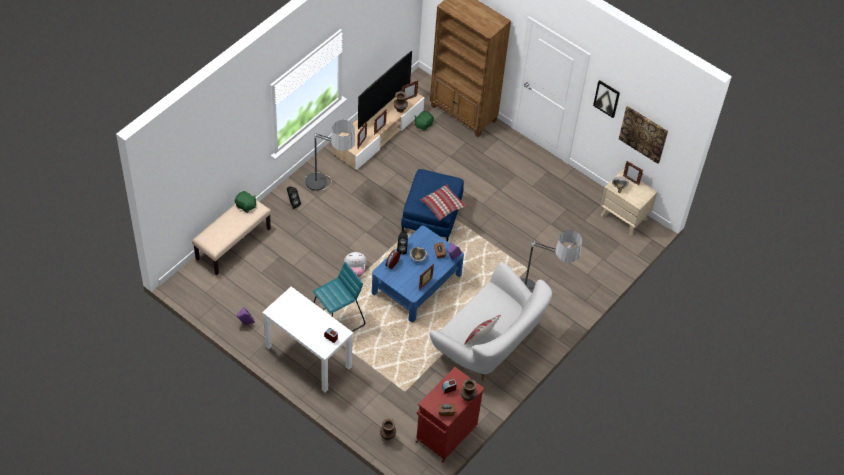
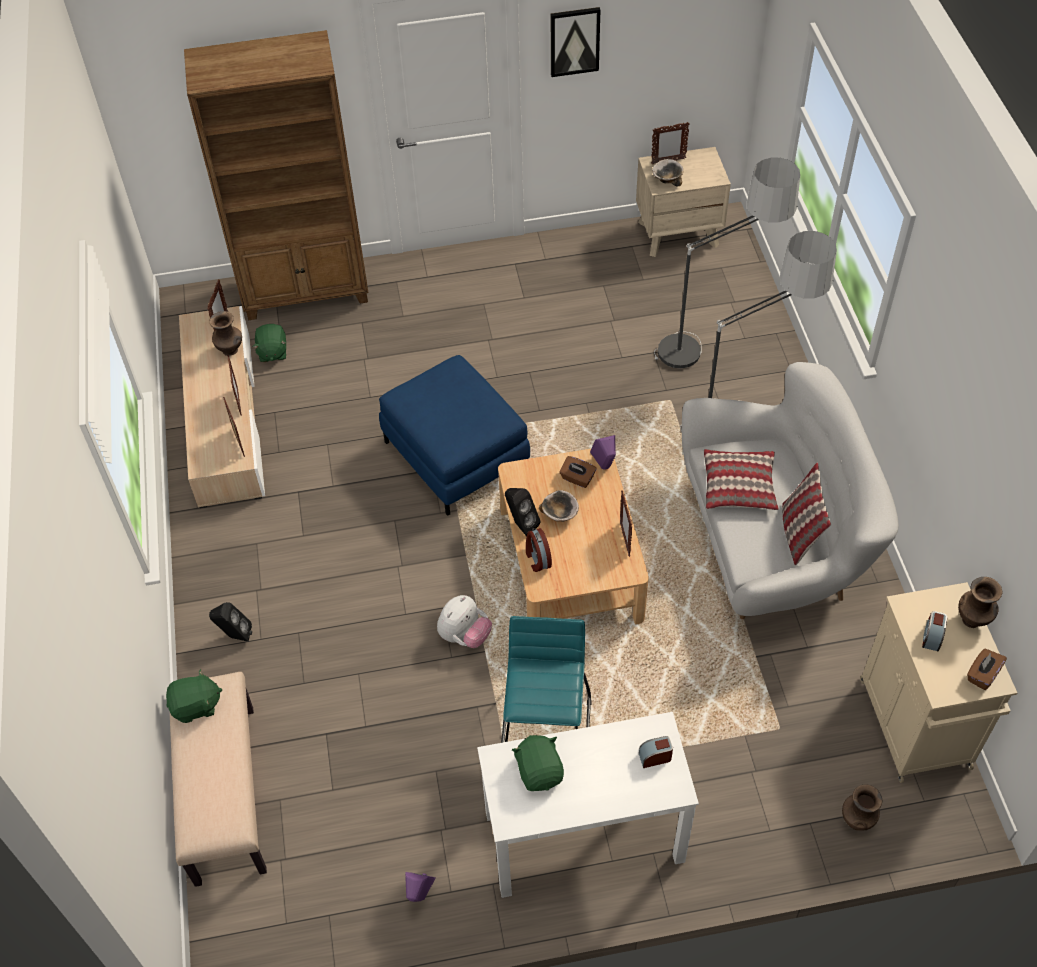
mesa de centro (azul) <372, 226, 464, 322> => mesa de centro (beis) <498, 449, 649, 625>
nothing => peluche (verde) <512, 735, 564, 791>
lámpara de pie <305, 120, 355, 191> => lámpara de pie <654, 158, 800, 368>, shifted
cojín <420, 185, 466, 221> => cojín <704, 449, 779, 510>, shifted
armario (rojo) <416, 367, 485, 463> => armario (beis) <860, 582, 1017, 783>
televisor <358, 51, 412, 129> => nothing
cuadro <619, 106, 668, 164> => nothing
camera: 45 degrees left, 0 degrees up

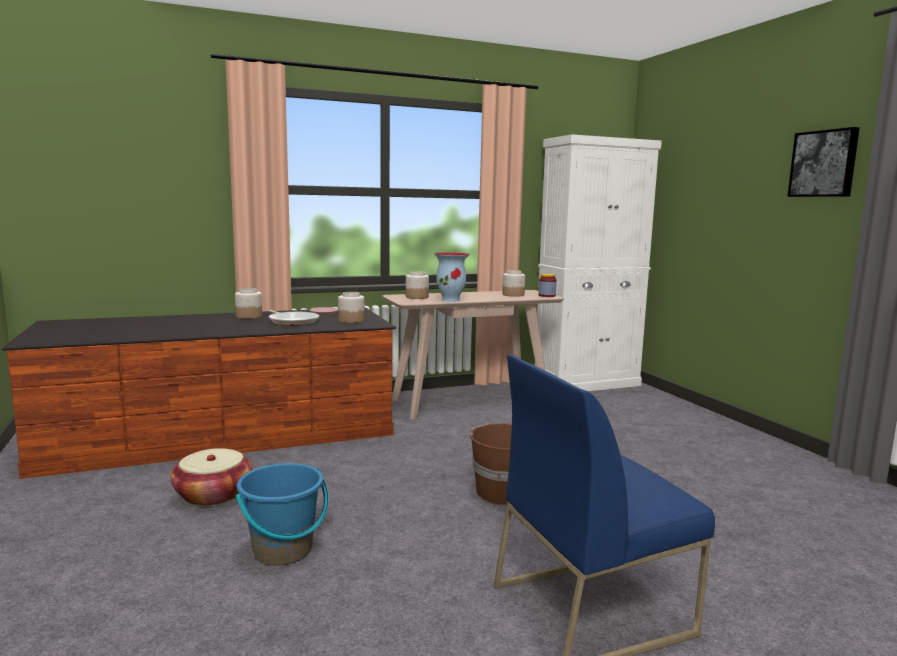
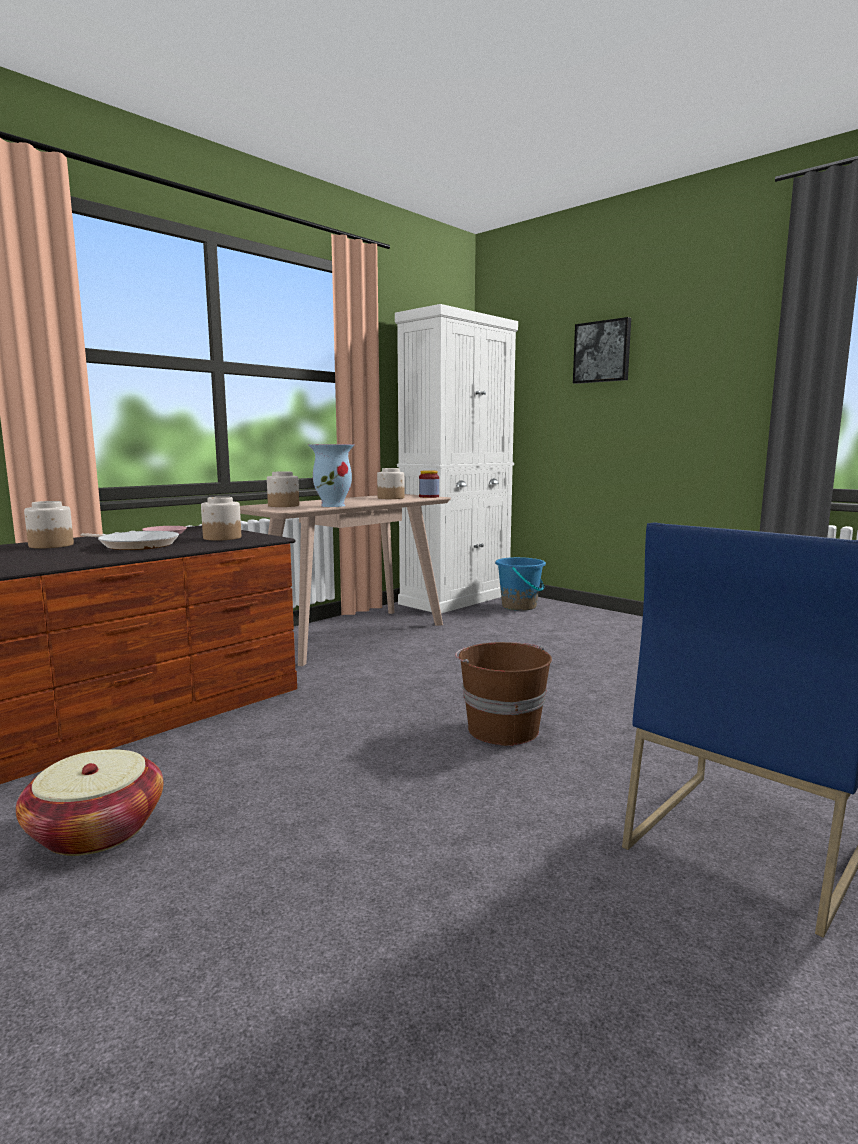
cubo (azul) <236, 463, 329, 566> => cubo (azul) <495, 557, 546, 611>, shifted
cuadro <787, 127, 860, 197> => cuadro <573, 317, 631, 384>, shifted
camera: 25 degrees left, 0 degrees up

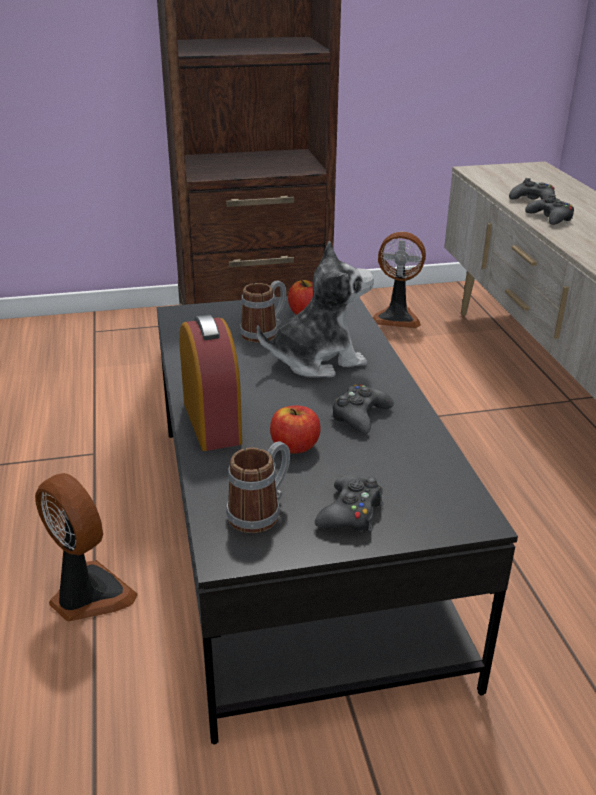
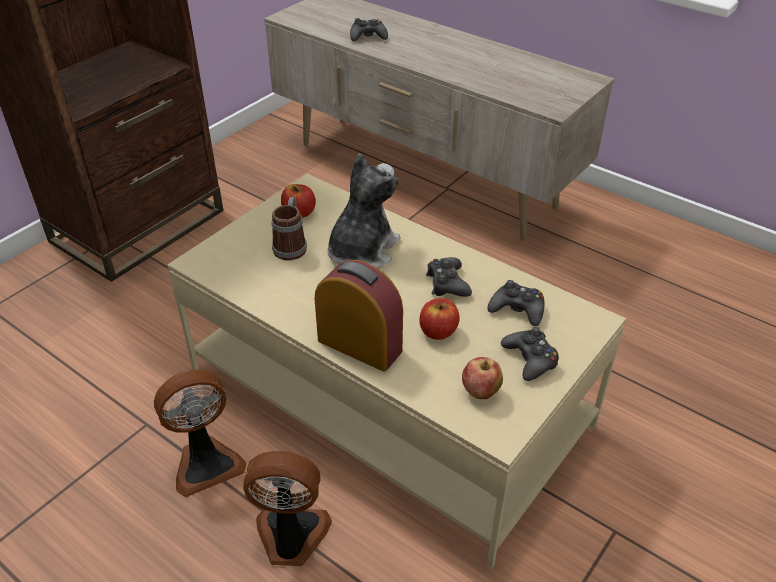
ventilador <373, 232, 426, 328> => ventilador <154, 370, 246, 497>, shifted
mesa de centro (negro) <157, 296, 518, 744> => mesa de centro (beis) <167, 174, 626, 569>
taza grande <226, 441, 290, 533> => manzana <462, 357, 503, 399>
mando de consola (negro) <525, 194, 574, 225> => mando de consola (negro) <487, 280, 545, 326>, shifted
camera: 40 degrees left, 10 degrees up

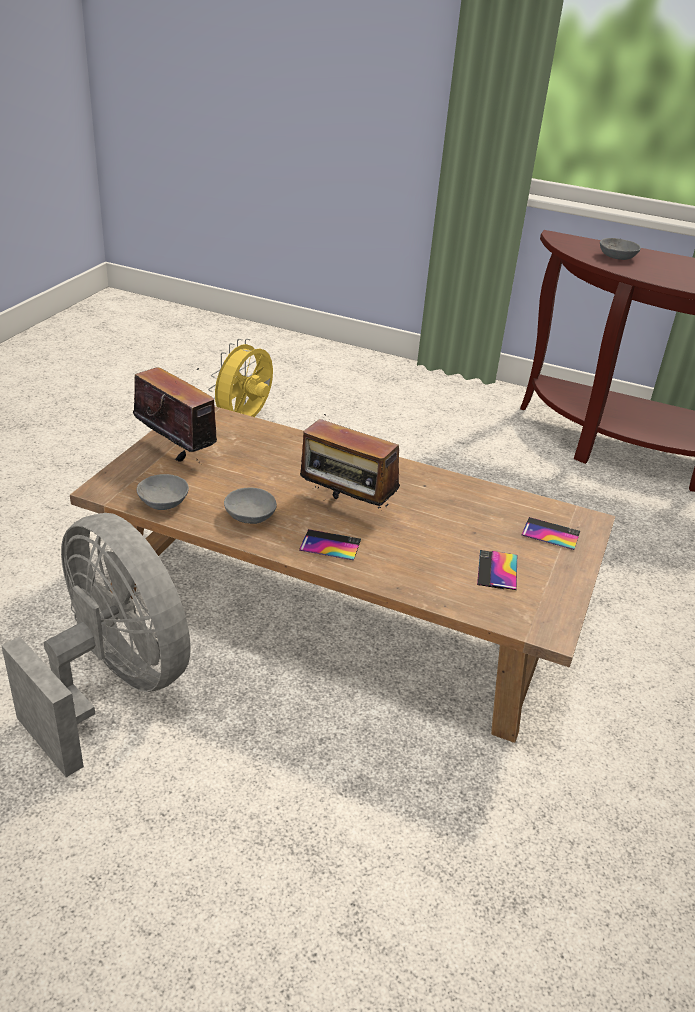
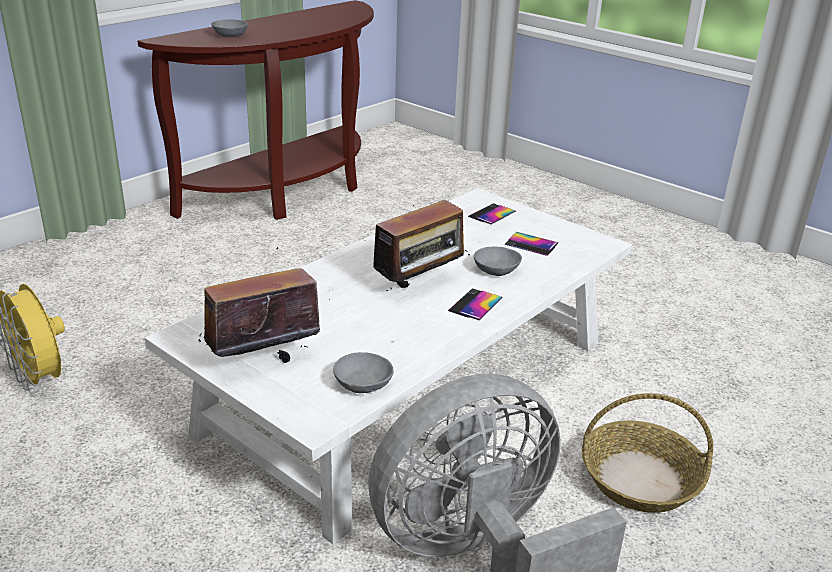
mesa de centro (marrón) <70, 406, 615, 743> => mesa de centro (blanco) <144, 188, 632, 544>
cuenco (gris) <224, 487, 277, 524> => cuenco (gris) <474, 247, 522, 276>, shifted
nothing => cesta <582, 393, 713, 513>
camera: 70 degrees left, 5 degrees down

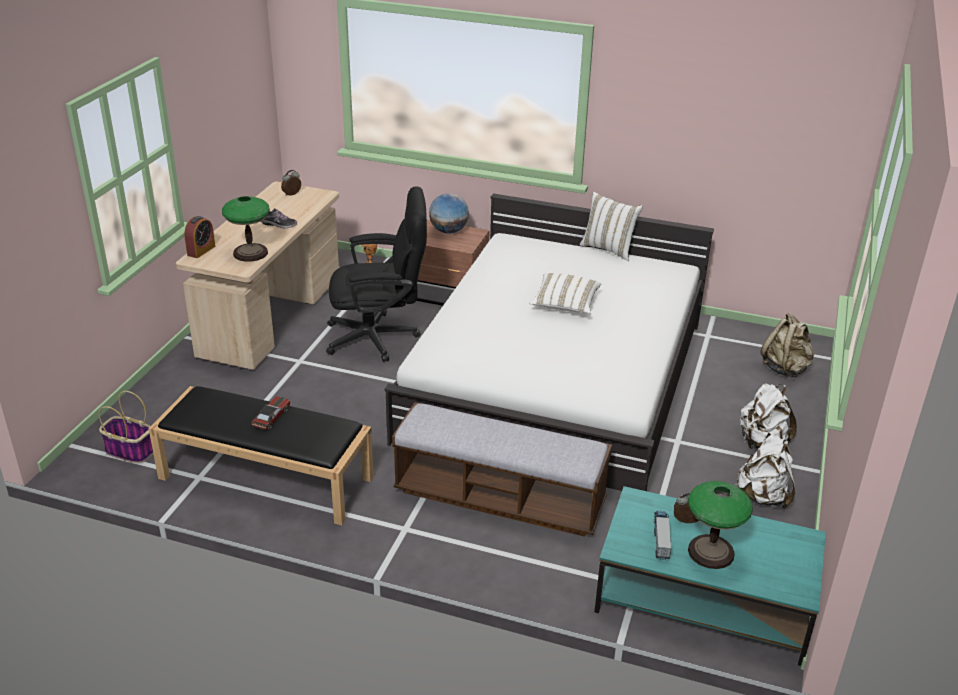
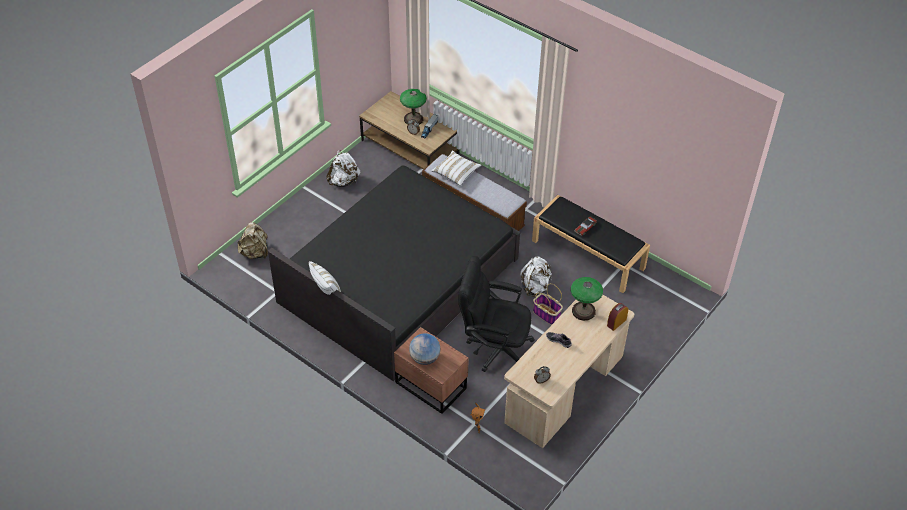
cama (blanco) <385, 193, 714, 491> => cama (negro) <268, 165, 521, 381>
mesa de centro (turquesa) <594, 486, 826, 666> => mesa de centro (marrón) <359, 91, 459, 170>
cojín (blanco) <529, 273, 601, 314> => cojín (blanco) <431, 150, 482, 186>, shifted
mochila (blanco) <740, 383, 797, 449> => mochila (blanco) <520, 256, 552, 297>, shifted
cesta <99, 391, 153, 463> => cesta <533, 283, 563, 325>, shifted
camera: 160 degrees left, 15 degrees up

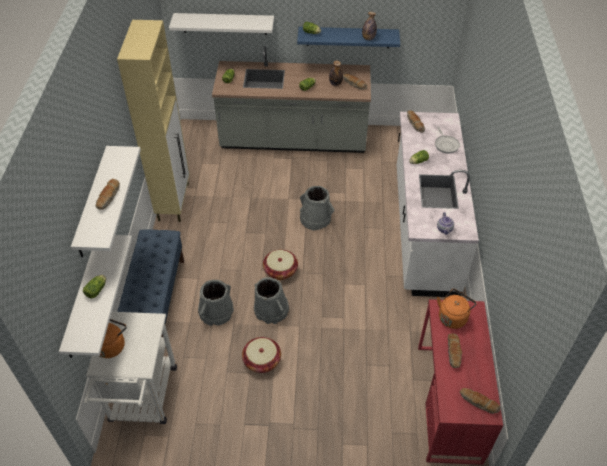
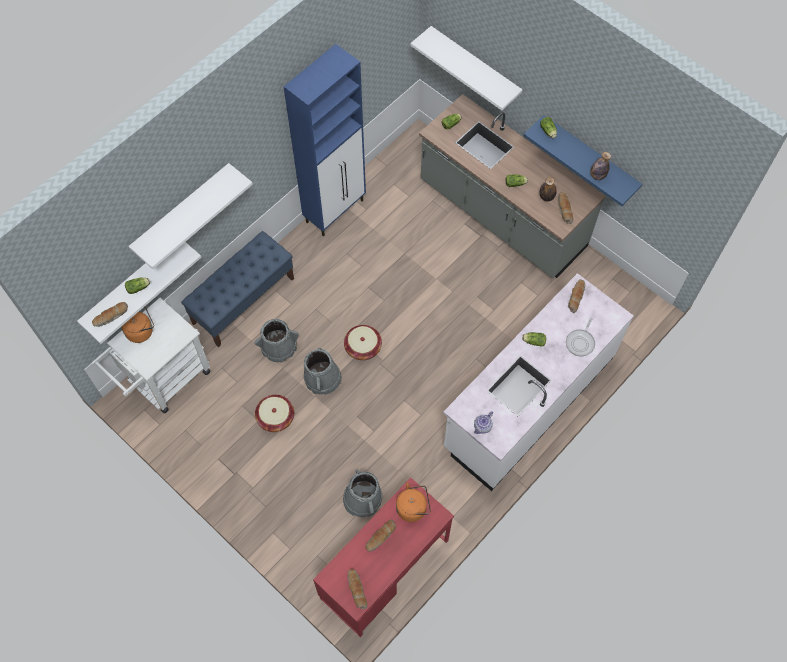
pan <96, 179, 120, 210> => pan <92, 302, 128, 327>, shifted
armario (beis) <117, 20, 190, 222> => armario (azul) <283, 44, 366, 236>
cubo (gris) <300, 186, 334, 231> => cubo (gris) <343, 469, 382, 518>, shifted
camera: 40 degrees right, 15 degrees up

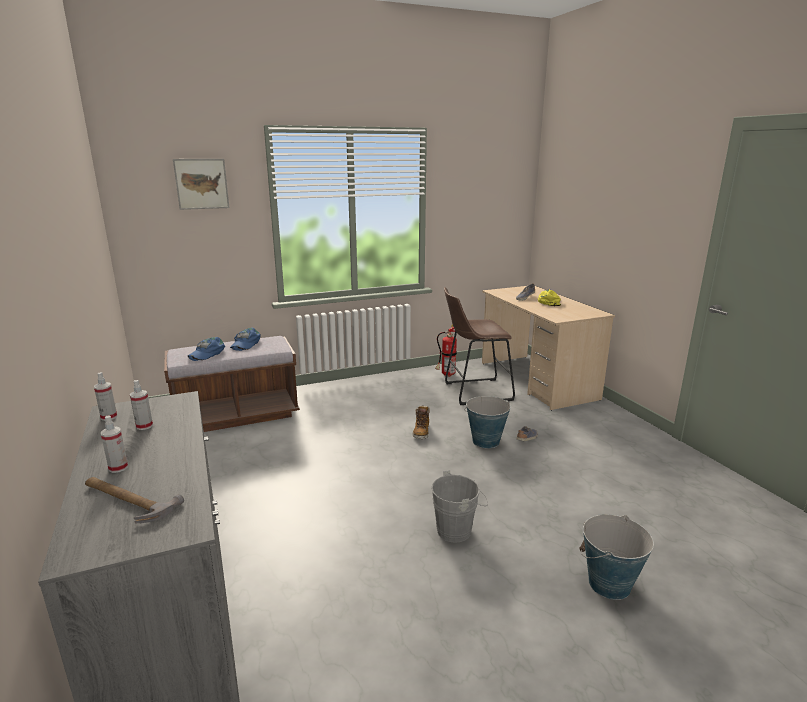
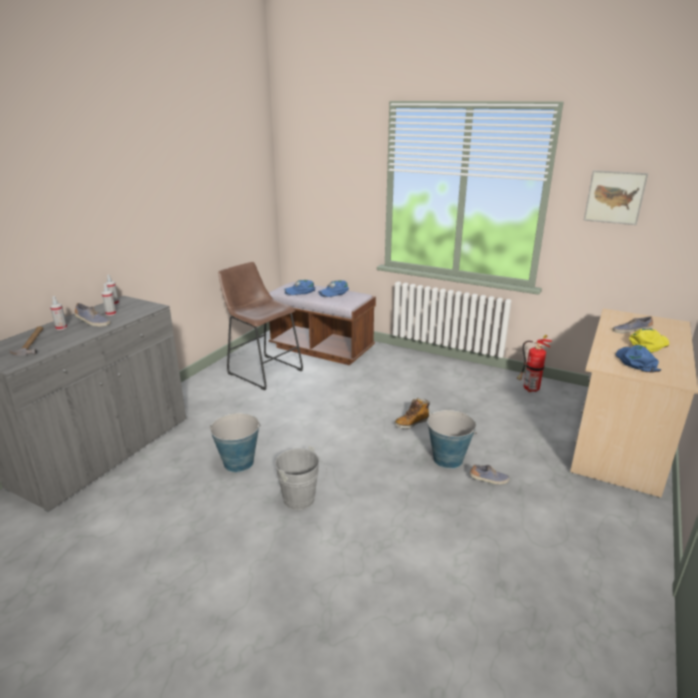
nothing => zapato <74, 303, 111, 327>
cubo <579, 514, 654, 600> => cubo <210, 413, 260, 472>, shifted
taburete (marrón) <444, 287, 515, 405> => taburete (marrón) <218, 262, 303, 391>, shifted
cuadro <173, 159, 230, 210> => cuadro <584, 170, 648, 225>, shifted
nothing => gorra (azul) <616, 345, 661, 373>
camera: 50 degrees right, 5 degrees up

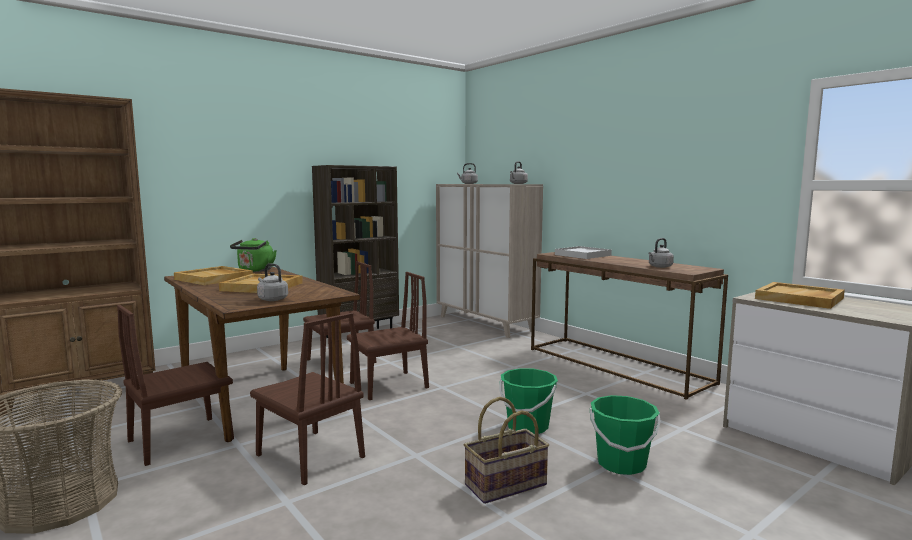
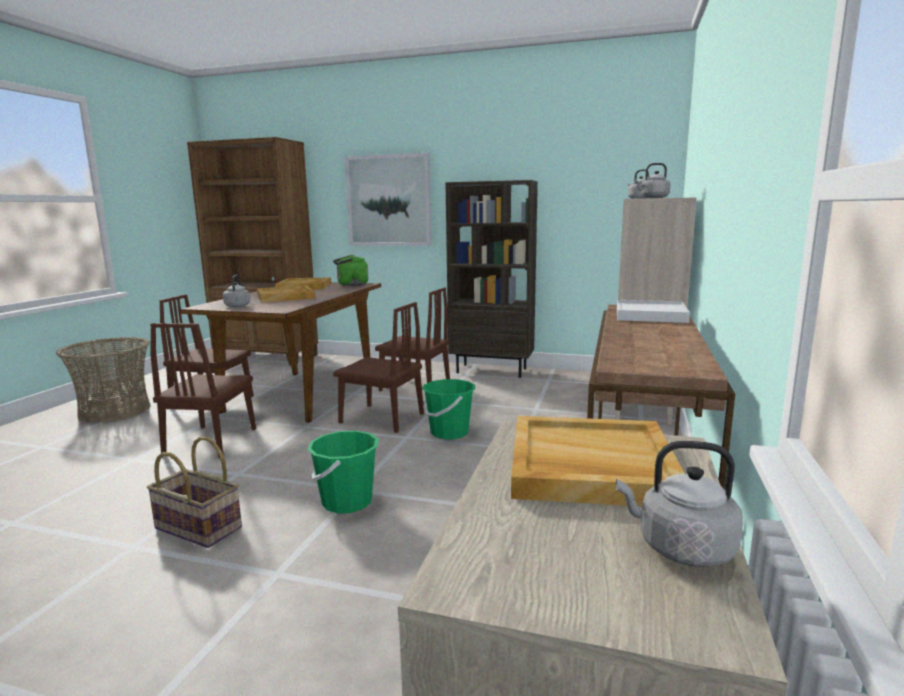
nothing => cuadro <345, 153, 432, 246>
cubo (verde) <590, 395, 661, 475> => cubo (verde) <422, 379, 475, 439>, shifted
hervidor (gris) <648, 238, 674, 268> => hervidor (gris) <616, 441, 743, 567>, shifted
camera: 55 degrees right, 5 degrees up

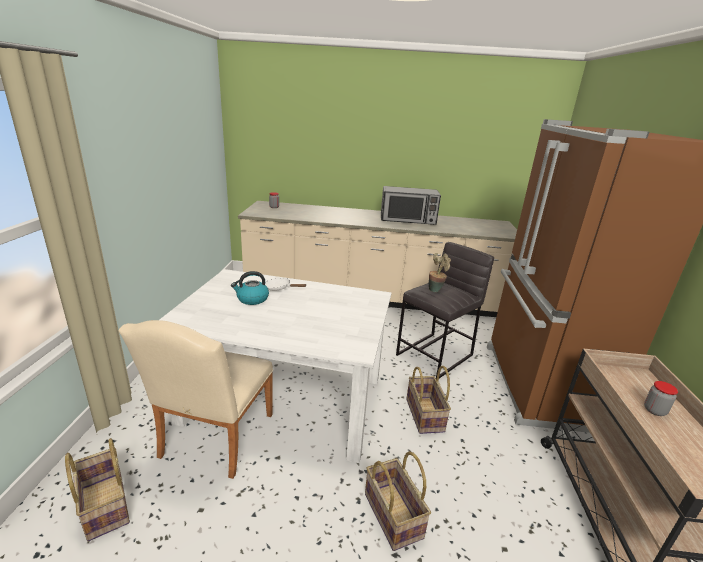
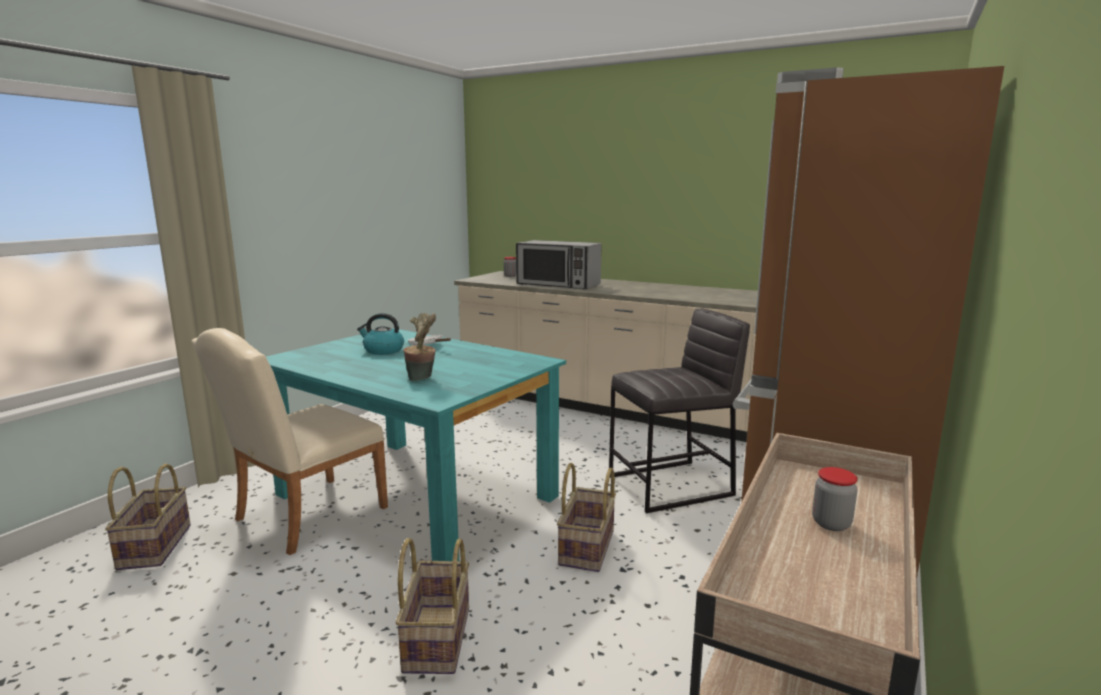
mesa de comedor (blanco) <160, 269, 392, 463> => mesa de comedor (turquesa) <266, 328, 566, 561>
planta en maceta <429, 253, 451, 292> => planta en maceta <403, 313, 436, 381>, shifted
microondas <381, 186, 441, 225> => microondas <516, 240, 602, 290>, shifted
camera: 25 degrees right, 10 degrees down

